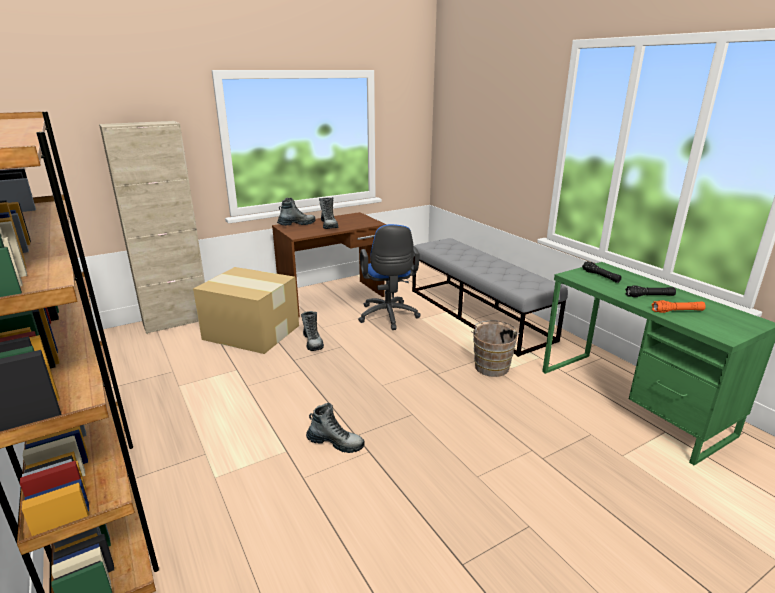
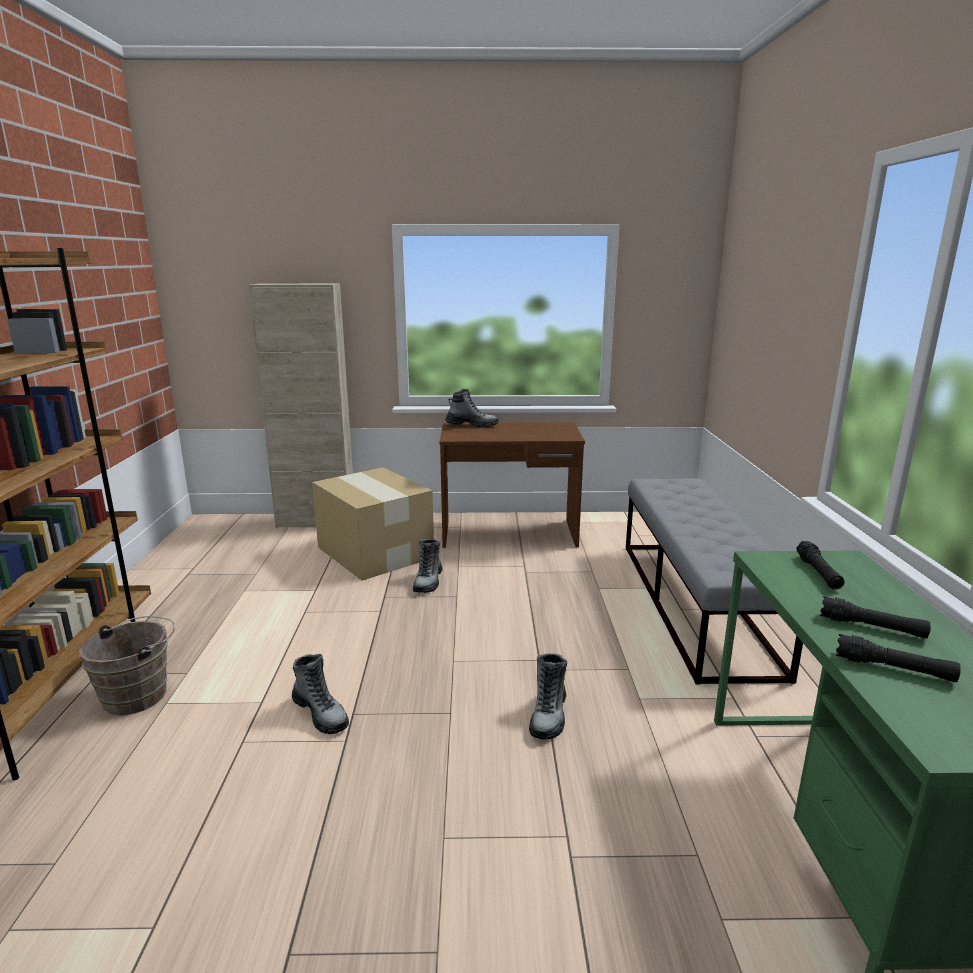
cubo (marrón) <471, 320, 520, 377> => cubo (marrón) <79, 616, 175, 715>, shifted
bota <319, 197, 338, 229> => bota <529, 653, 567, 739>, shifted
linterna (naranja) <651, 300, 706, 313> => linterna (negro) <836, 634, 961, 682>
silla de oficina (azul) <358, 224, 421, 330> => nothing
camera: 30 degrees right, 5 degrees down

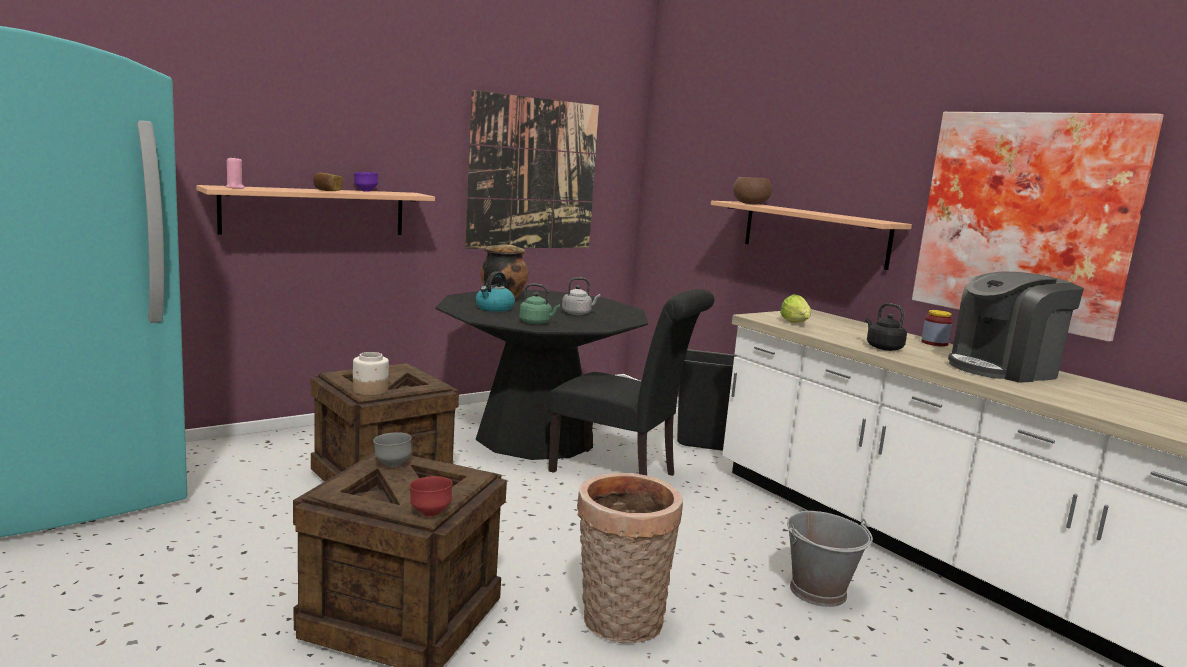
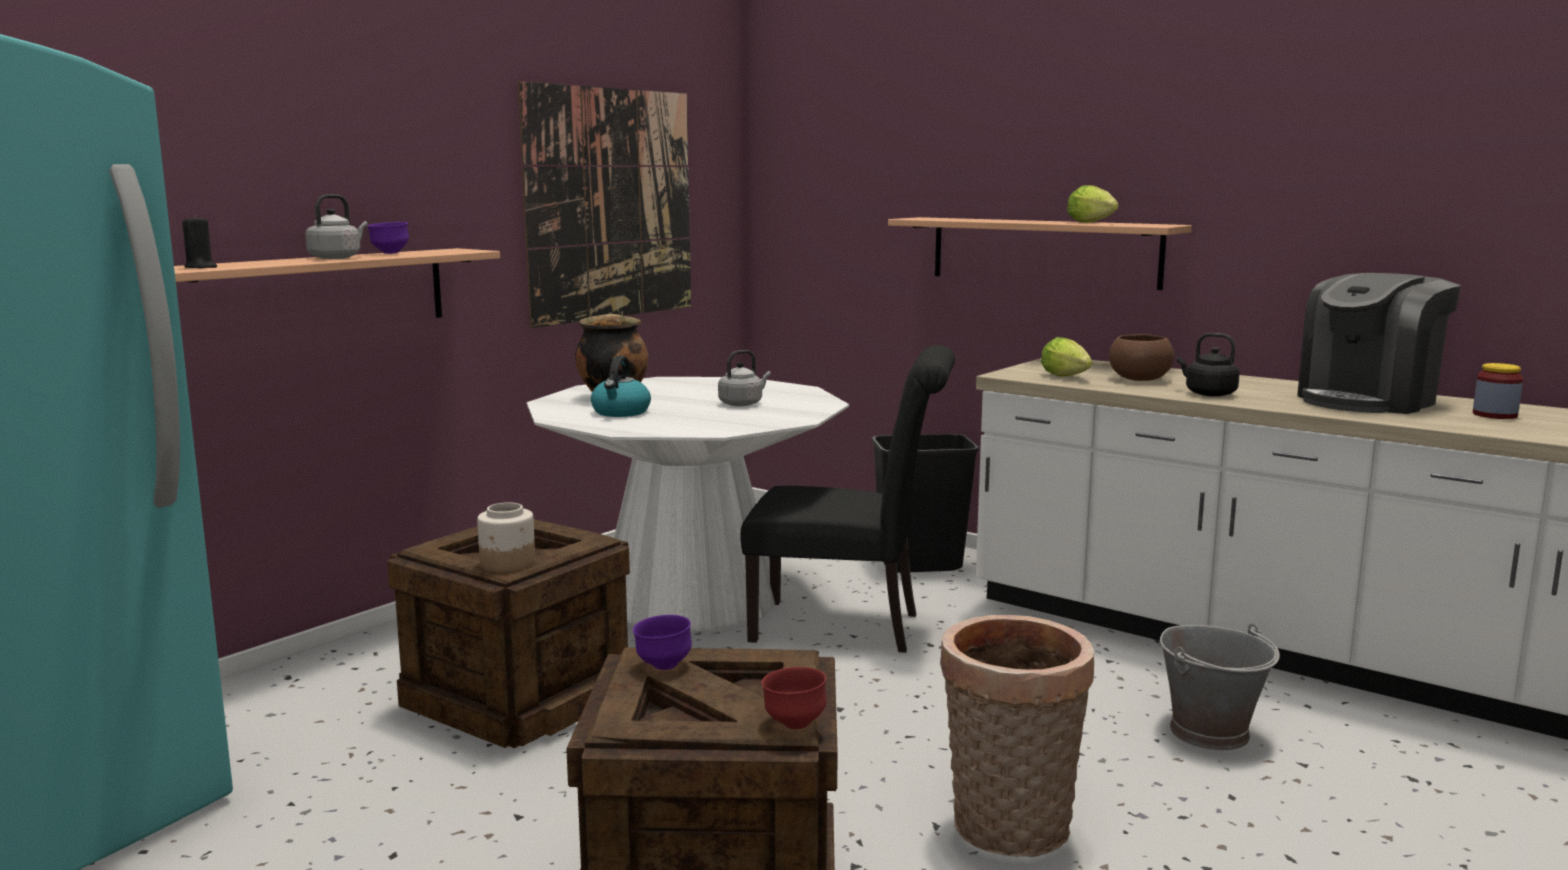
vela (rosa) <225, 156, 245, 189> => vela (negro) <182, 215, 217, 268>
pan <313, 173, 343, 191> => hervidor (gris) <305, 194, 368, 259>
mesa de comedor (negro) <435, 290, 648, 460> => mesa de comedor (blanco) <527, 377, 849, 631>
cuenco (gris) <373, 432, 412, 467> => cuenco (morado) <633, 615, 692, 670>
nothing => lechuga <1067, 185, 1119, 223>
cuenco (marrón) <733, 177, 772, 205> => cuenco (marrón) <1109, 334, 1174, 381>, shifted
tarro <921, 310, 953, 346> => tarro <1473, 363, 1523, 419>, shifted
hervidor (verde) <519, 284, 560, 324> => nothing
cuadro <912, 112, 1164, 342> => nothing
camera: 15 degrees left, 0 degrees up

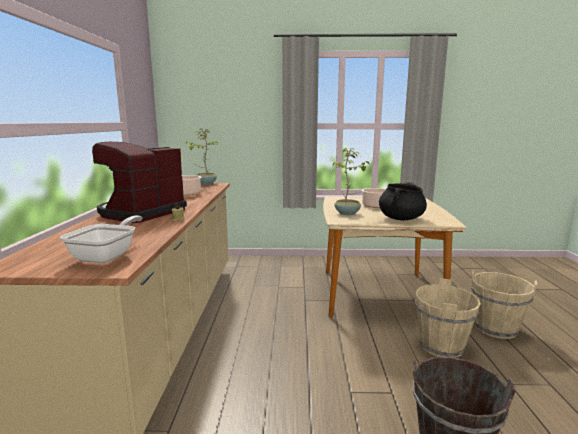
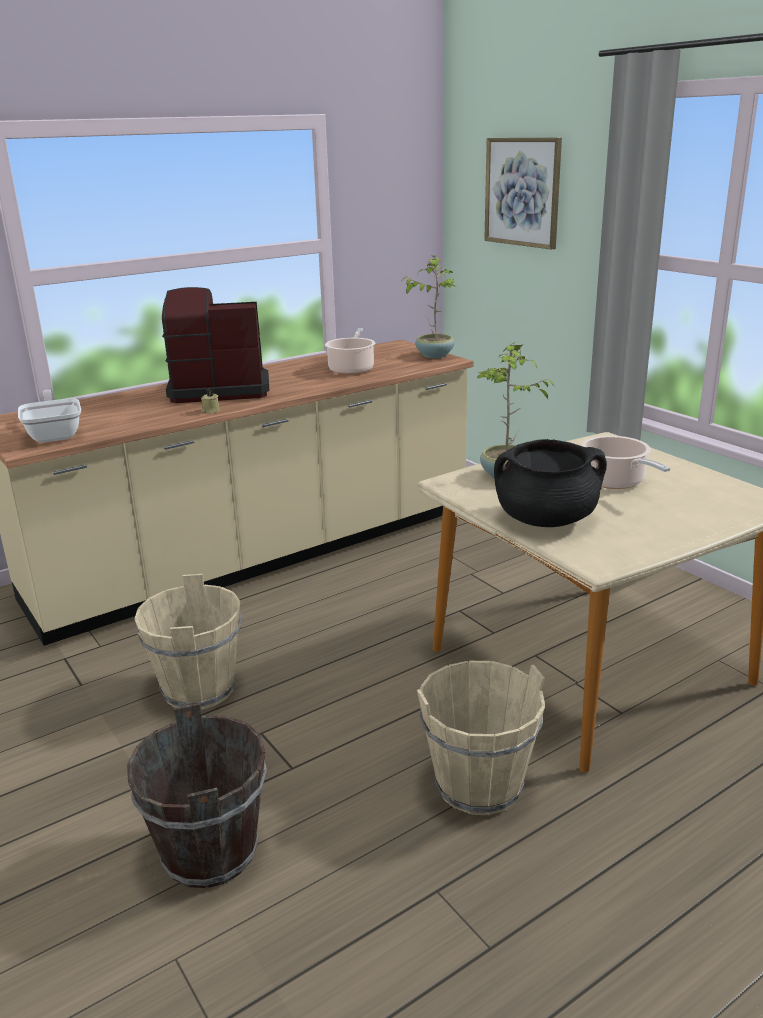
sartén <60, 216, 143, 264> => sartén <18, 390, 81, 443>, 90 degrees counterclockwise
cubo (beis) <471, 270, 537, 339> => cubo (beis) <134, 574, 242, 710>, shifted
nothing => cuadro <484, 138, 562, 250>
camera: 55 degrees right, 10 degrees up

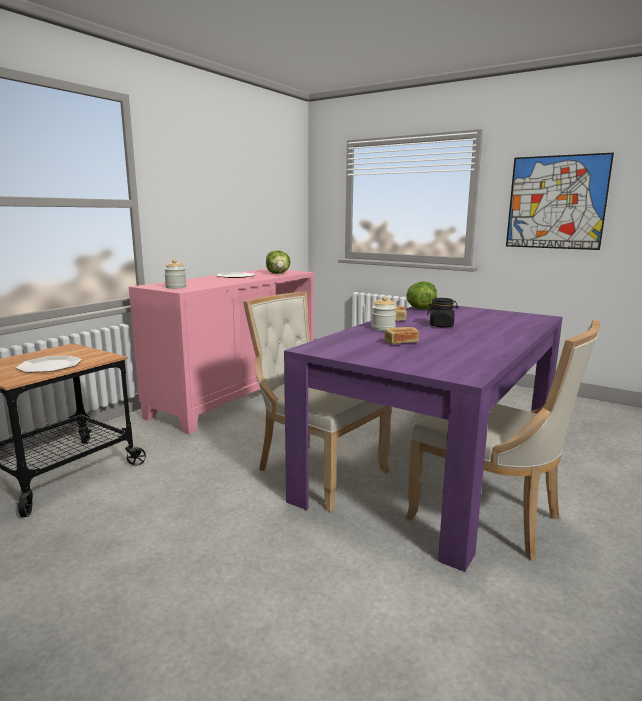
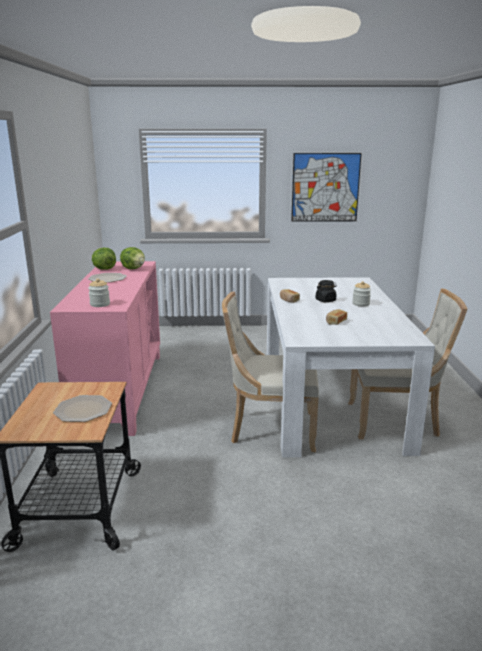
lechuga <406, 281, 437, 309> => lechuga <92, 248, 116, 270>, shifted
mesa de comedor (morado) <284, 305, 563, 572> => mesa de comedor (blanco) <267, 277, 435, 457>
tarro <372, 296, 396, 331> => tarro <352, 281, 371, 307>, shifted
camera: 35 degrees left, 5 degrees up

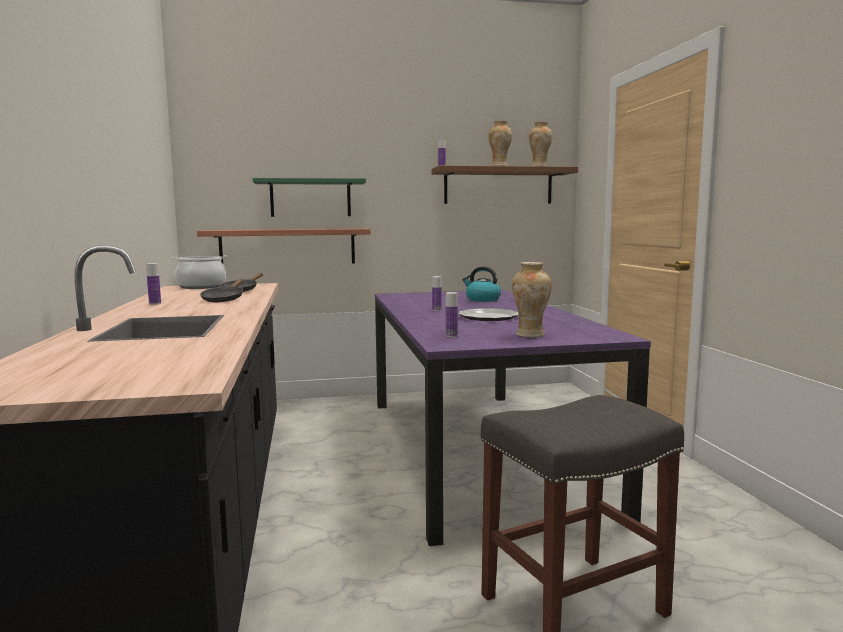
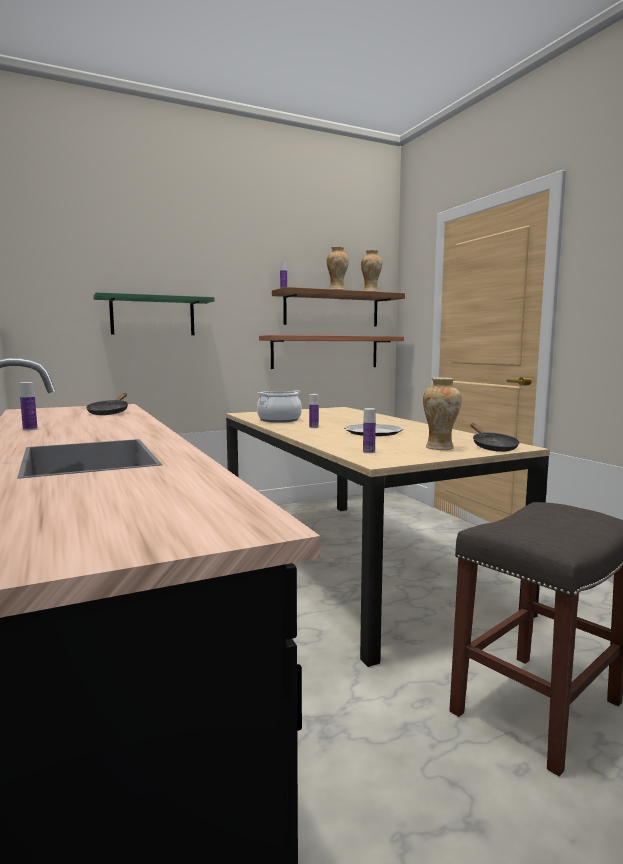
mesa de comedor (morado) <375, 290, 651, 546> => mesa de comedor (beis) <226, 407, 550, 667>
olla <172, 255, 227, 289> => olla <257, 390, 302, 423>, shifted
estante <197, 229, 371, 264> => estante <259, 335, 404, 369>, shifted
sartén (negro) <200, 279, 243, 302> => sartén (negro) <470, 423, 519, 452>, shifted
hervidor <462, 266, 501, 302> => nothing
camera: 15 degrees left, 0 degrees up

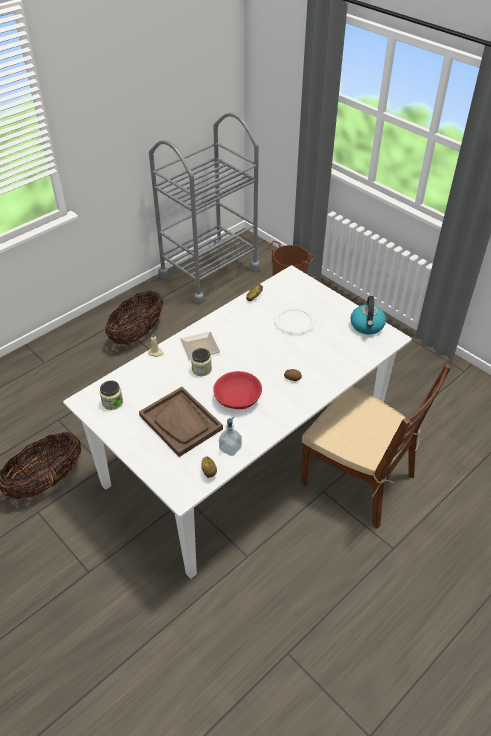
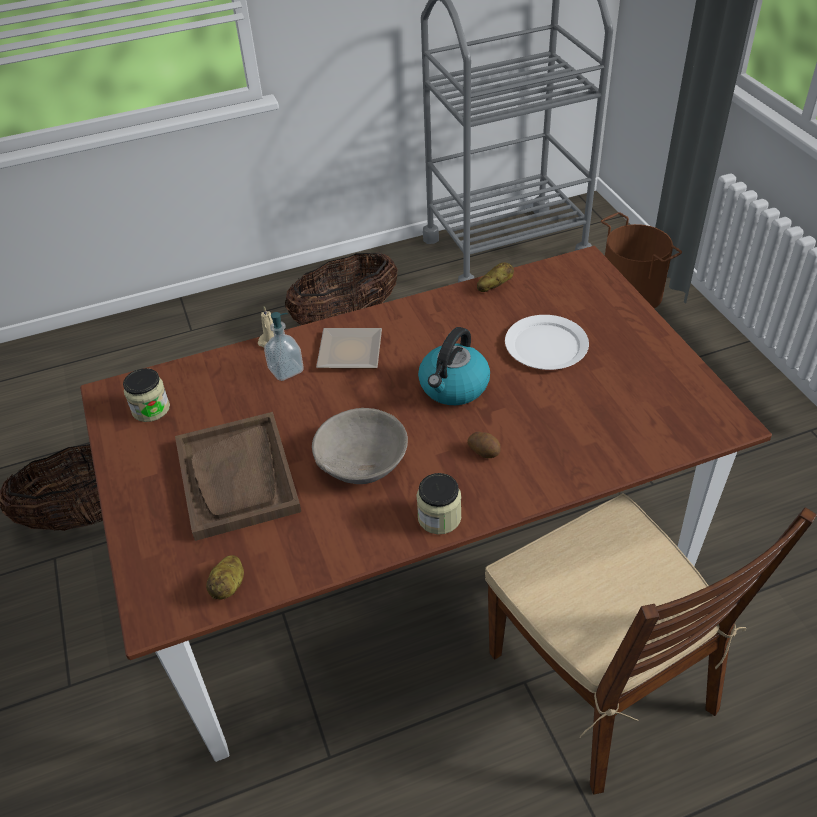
mesa de comedor (blanco) <63, 265, 412, 579> => mesa de comedor (marrón) <80, 246, 772, 762>
dispensador de jabón <219, 417, 242, 456> => dispensador de jabón <264, 312, 304, 381>, shifted
cuenco (rojo) <213, 371, 262, 409> => cuenco (gris) <312, 408, 408, 484>
tarro <191, 348, 212, 376> => tarro <416, 473, 461, 534>, shifted
hervidor <351, 296, 386, 334> => hervidor <418, 327, 490, 405>, shifted
camera: 25 degrees right, 0 degrees up

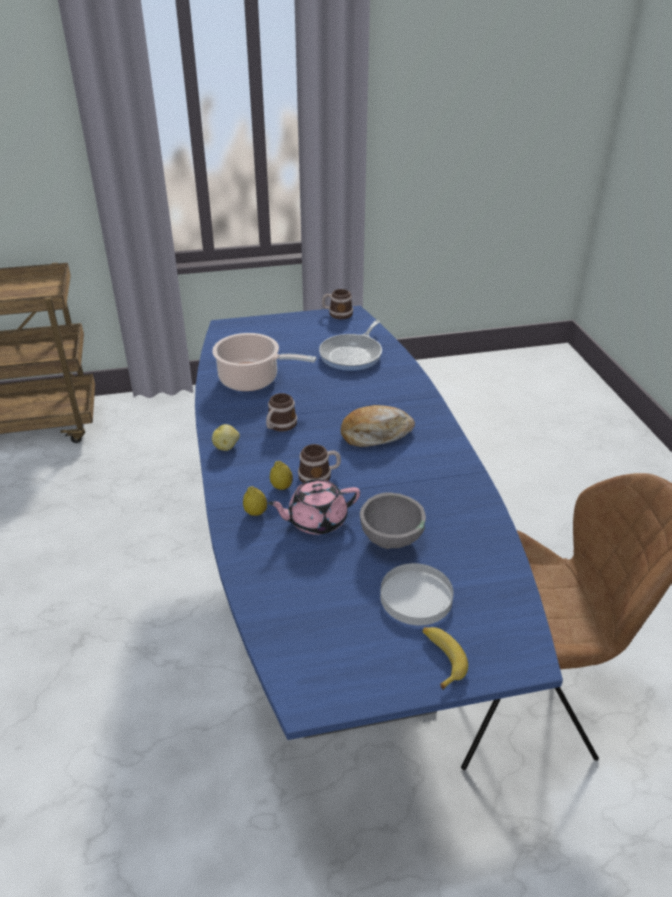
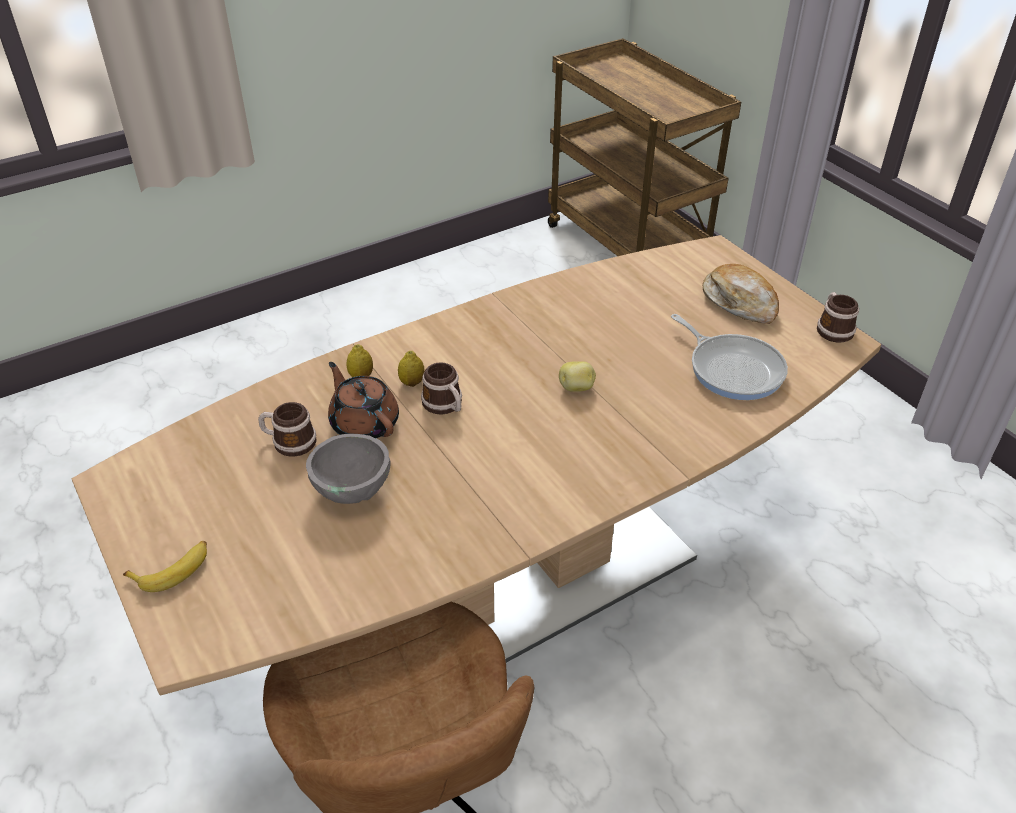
mesa de comedor (azul) <195, 306, 563, 740> => mesa de comedor (marrón) <72, 235, 881, 696>
taza grande <266, 393, 297, 432> => taza grande <258, 402, 317, 457>, shifted
tetera (rosa) <267, 479, 360, 535> => tetera (marrón) <328, 362, 399, 438>
patata <212, 424, 240, 451> => patata <559, 361, 596, 392>, shifted
sartén <319, 320, 382, 371> => sartén <671, 314, 788, 400>, 135 degrees counterclockwise
pan <341, 405, 415, 447> => pan <703, 264, 779, 324>, shifted
olla <212, 333, 317, 391> => nothing
plato (blanco) <380, 563, 454, 625> => nothing
camera: 70 degrees right, 5 degrees up

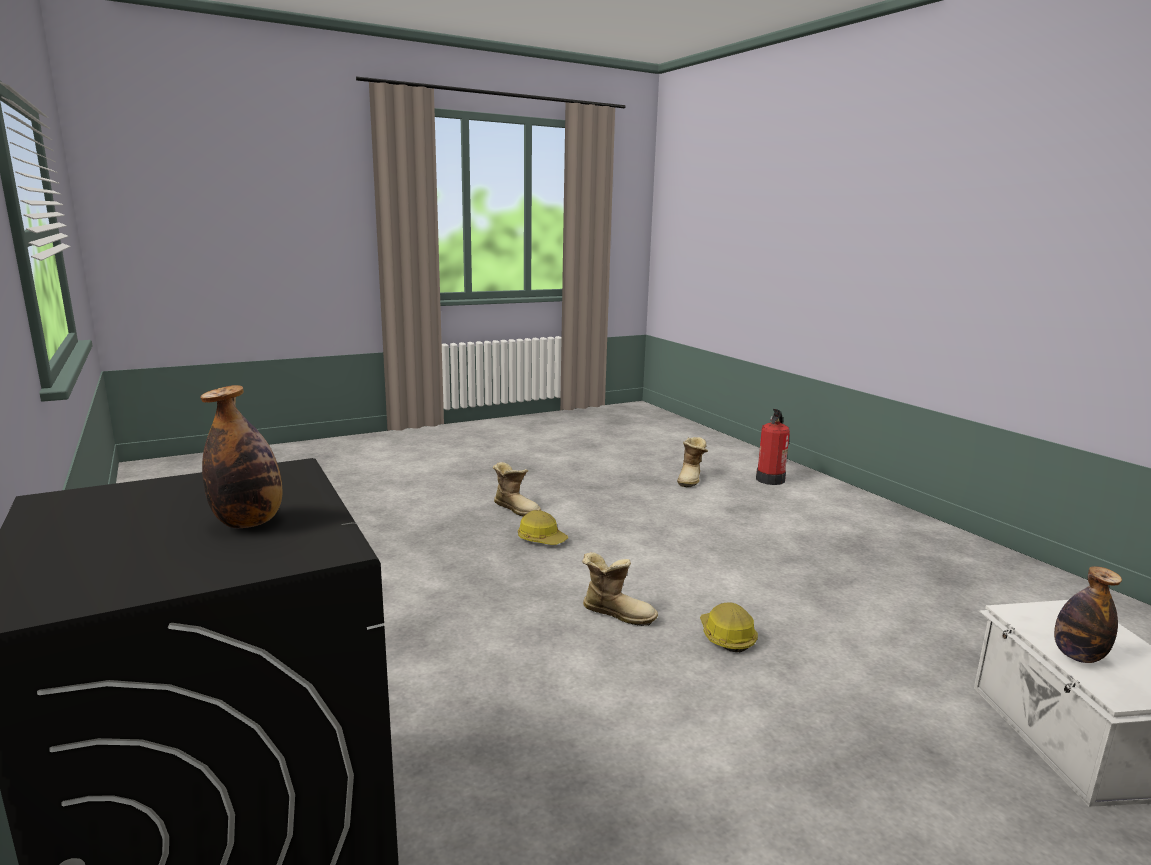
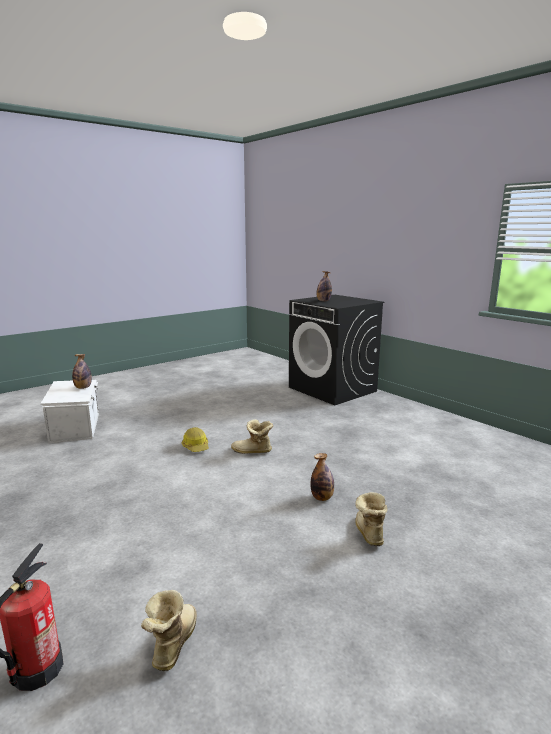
casco <518, 510, 568, 545> => botella <311, 453, 334, 501>
bota <493, 462, 541, 517> => bota <355, 492, 388, 546>, 60 degrees clockwise
camera: 170 degrees right, 0 degrees up

